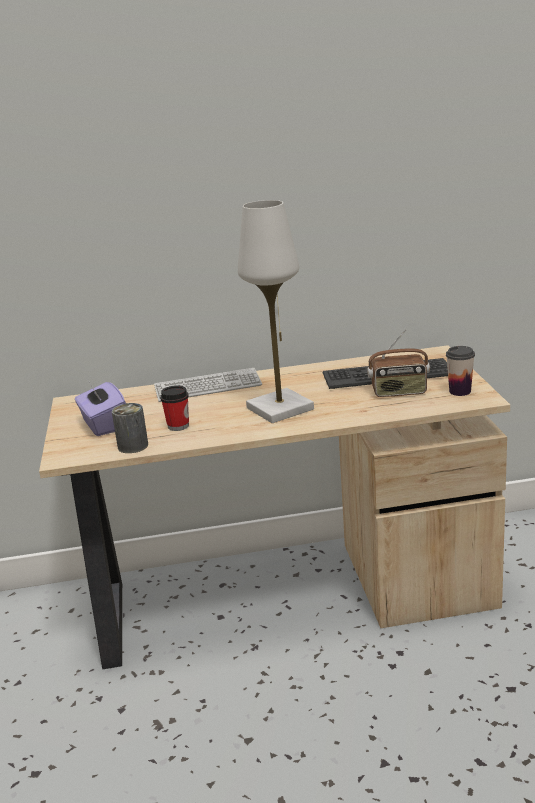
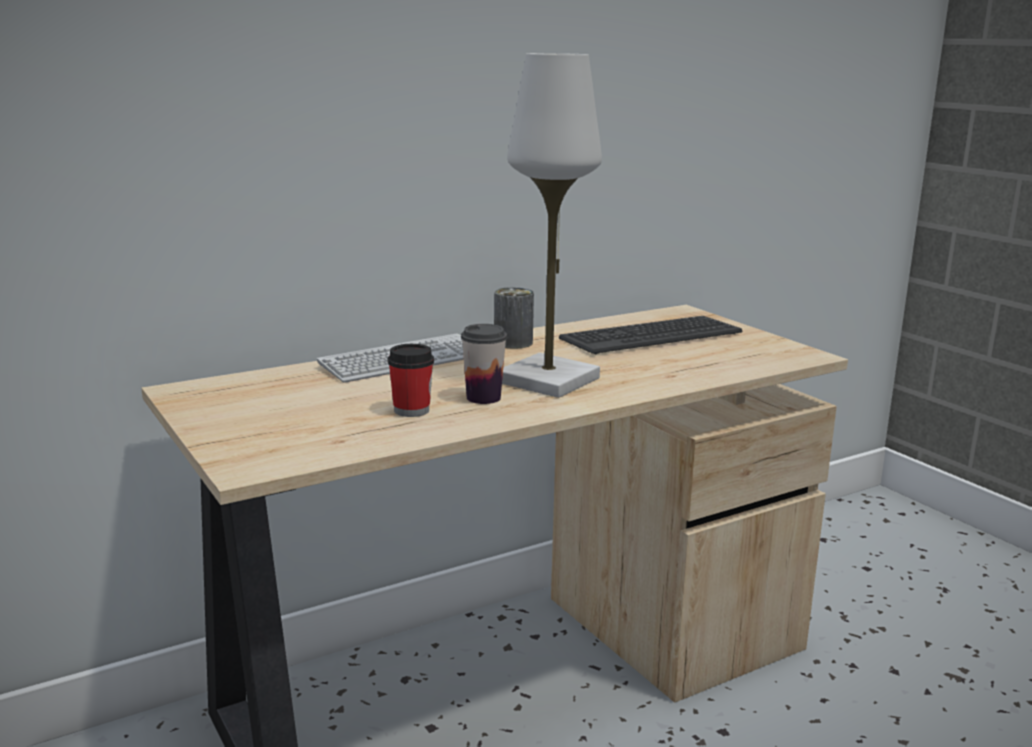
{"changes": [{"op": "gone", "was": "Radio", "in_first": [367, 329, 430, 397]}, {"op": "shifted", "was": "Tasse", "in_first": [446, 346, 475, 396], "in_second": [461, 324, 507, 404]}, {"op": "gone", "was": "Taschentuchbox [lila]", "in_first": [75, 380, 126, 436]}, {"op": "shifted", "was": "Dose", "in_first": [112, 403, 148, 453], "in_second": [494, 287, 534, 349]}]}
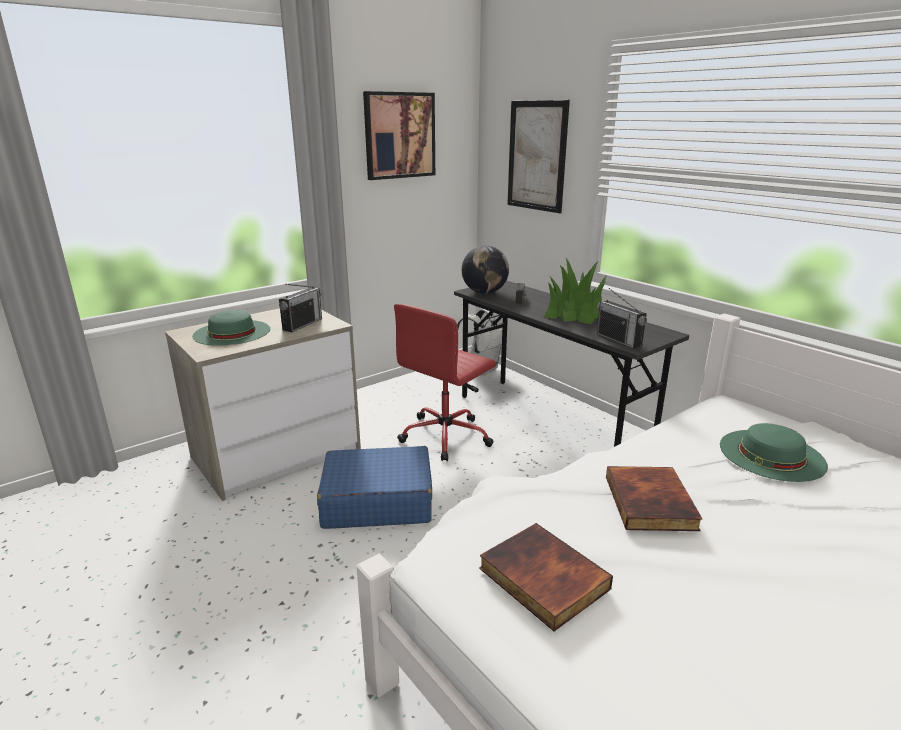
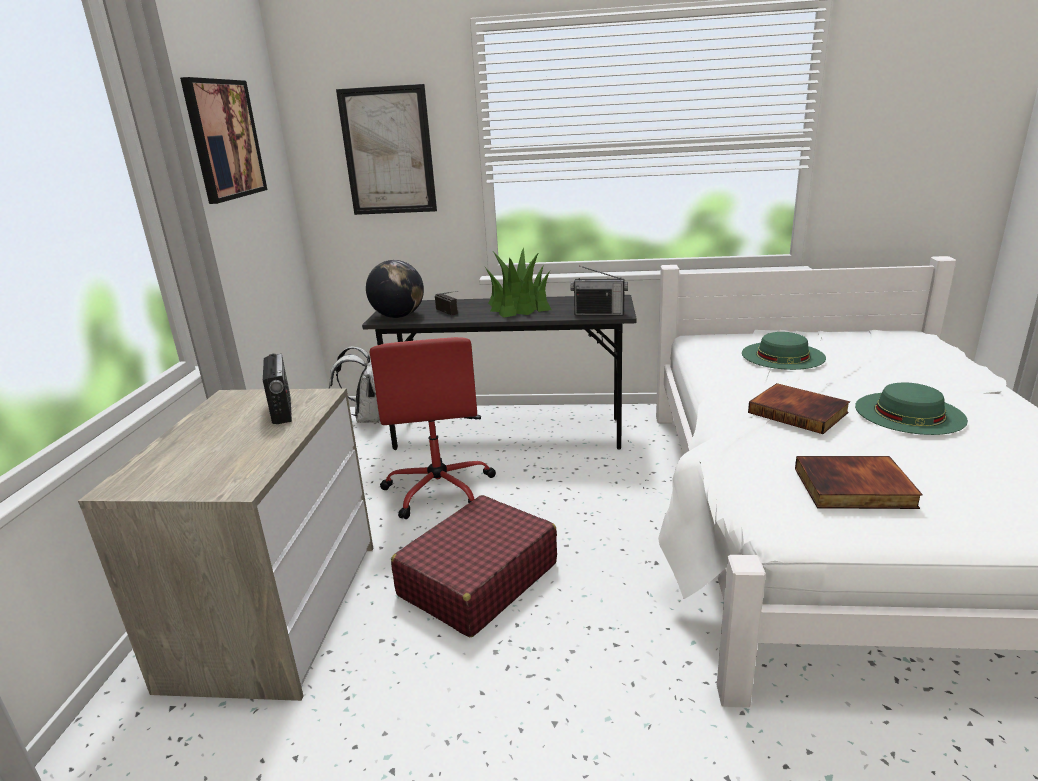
{"changes": [{"op": "shifted", "was": "Hut [grün]", "in_first": [192, 310, 270, 346], "in_second": [855, 382, 968, 435]}, {"op": "repainted", "was": "Koffer [blau]", "now": "Koffer [rot]", "in_first": [317, 446, 432, 529], "in_second": [391, 495, 557, 637]}]}
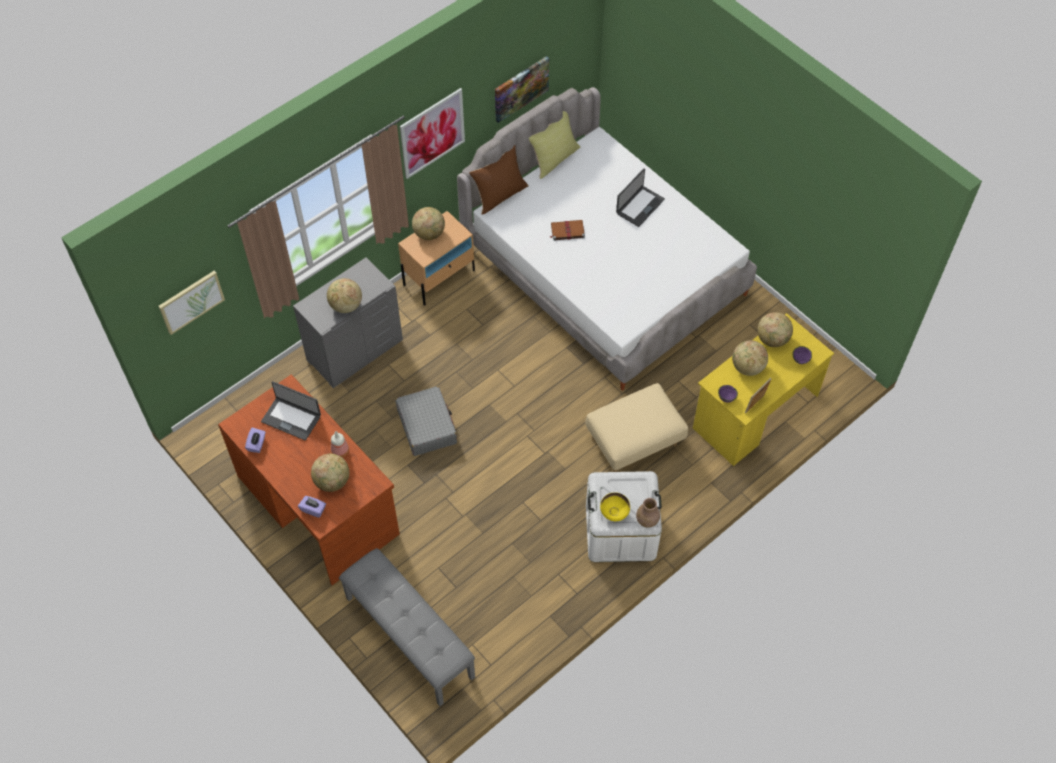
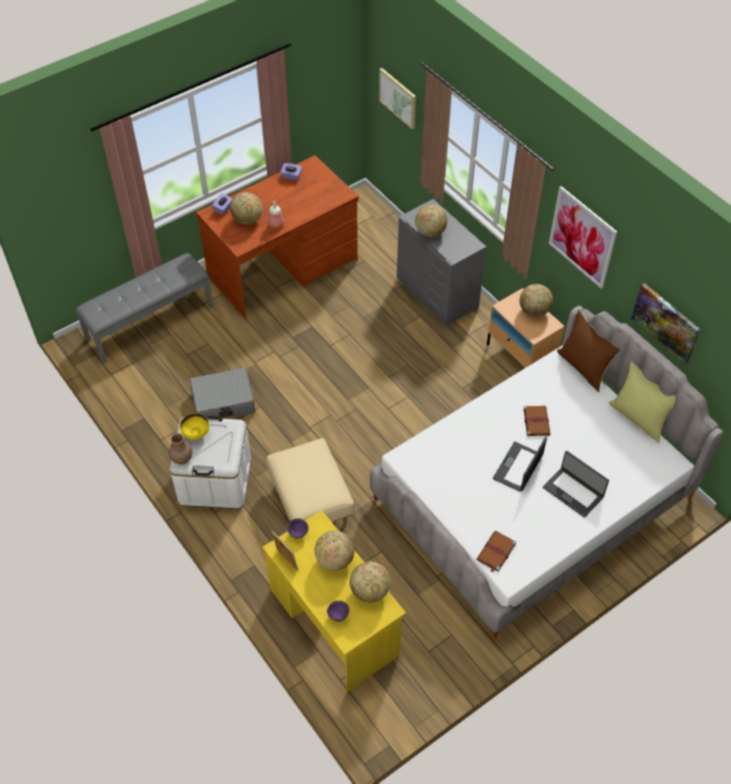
{"changes": [{"op": "shifted", "was": "Laptop", "in_first": [261, 381, 321, 441], "in_second": [493, 437, 547, 492]}, {"op": "shifted", "was": "Koffer [grau]", "in_first": [395, 386, 457, 456], "in_second": [190, 368, 255, 420]}, {"op": "new", "now": "Buch [braun]", "in_second": [477, 531, 516, 573]}]}
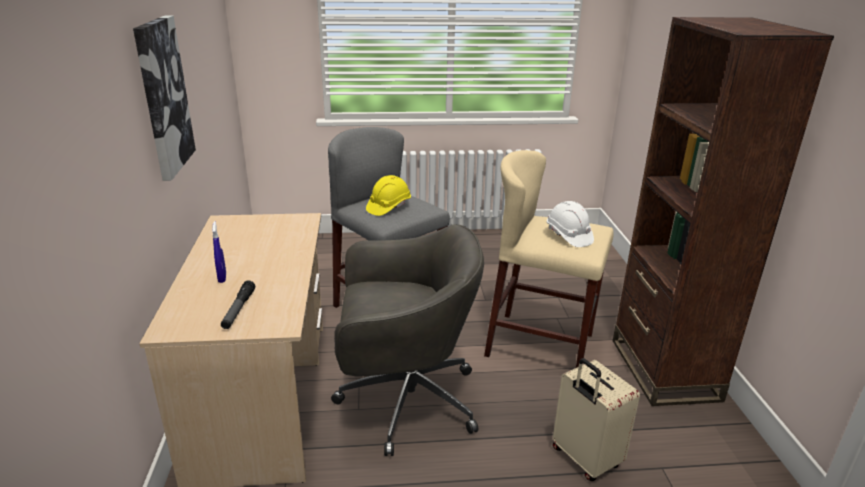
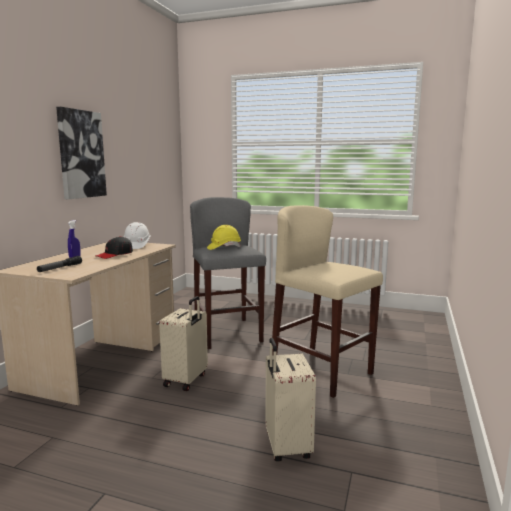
{"changes": [{"op": "gone", "was": "Bücherregal [braun]", "in_first": [613, 17, 834, 406]}, {"op": "shifted", "was": "Schutzhelm [weiß]", "in_first": [547, 201, 594, 247], "in_second": [124, 222, 151, 249]}, {"op": "swapped", "was": "Bürostuhl [grau]", "now": "Koffer [beige]", "in_first": [331, 224, 484, 456], "in_second": [159, 296, 208, 391]}, {"op": "new", "now": "Kappe [schwarz]", "in_second": [95, 236, 133, 259]}]}
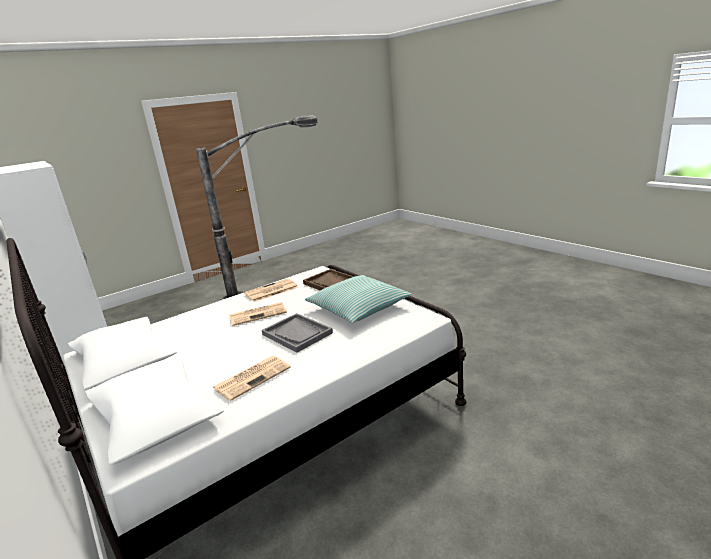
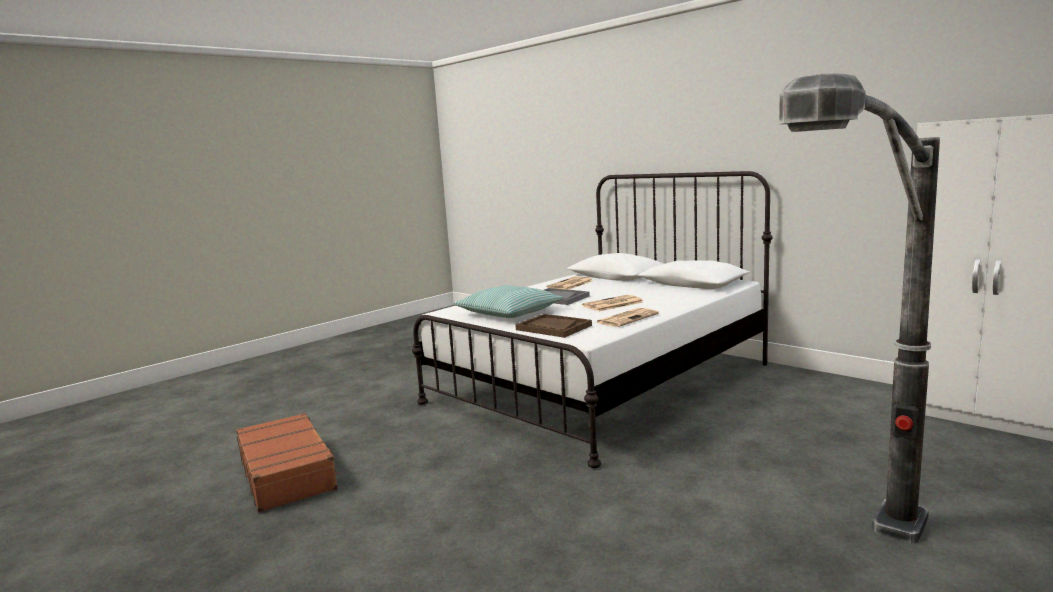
{"changes": [{"op": "new", "now": "Koffer [braun]", "in_second": [236, 413, 340, 512]}]}
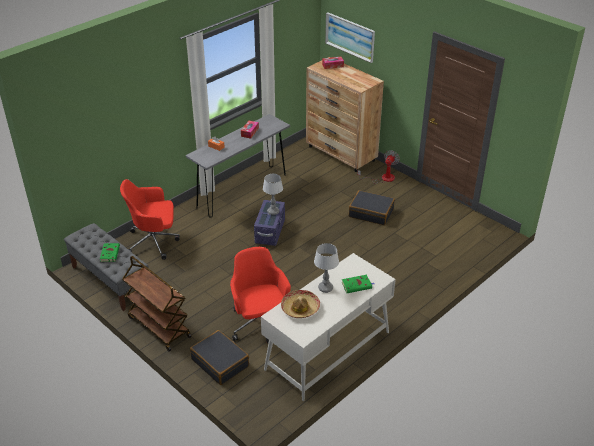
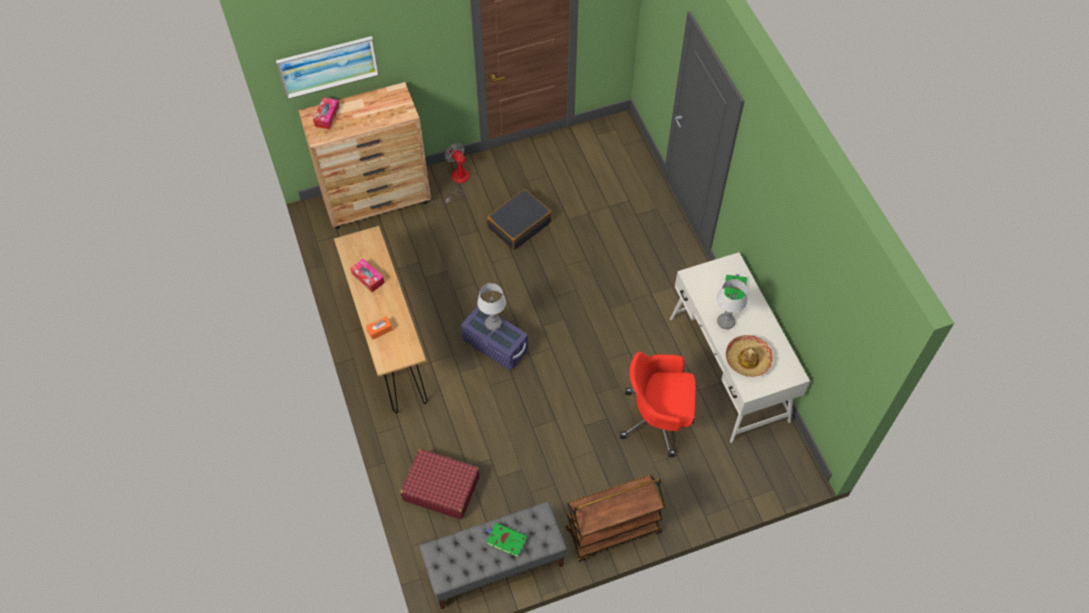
{"changes": [{"op": "repainted", "was": "Konsolentisch [grau]", "now": "Konsolentisch [braun]", "in_first": [186, 114, 290, 218], "in_second": [334, 226, 427, 413]}, {"op": "swapped", "was": "Bürostuhl [rot]", "now": "Koffer [rot]", "in_first": [120, 179, 180, 260], "in_second": [400, 449, 480, 519]}, {"op": "gone", "was": "Koffer [schwarz]", "in_first": [190, 330, 249, 385]}]}
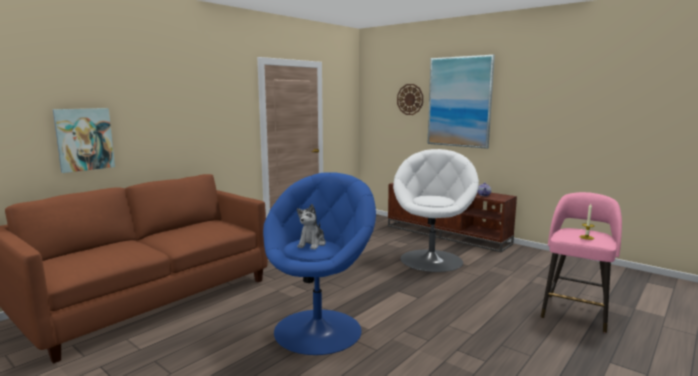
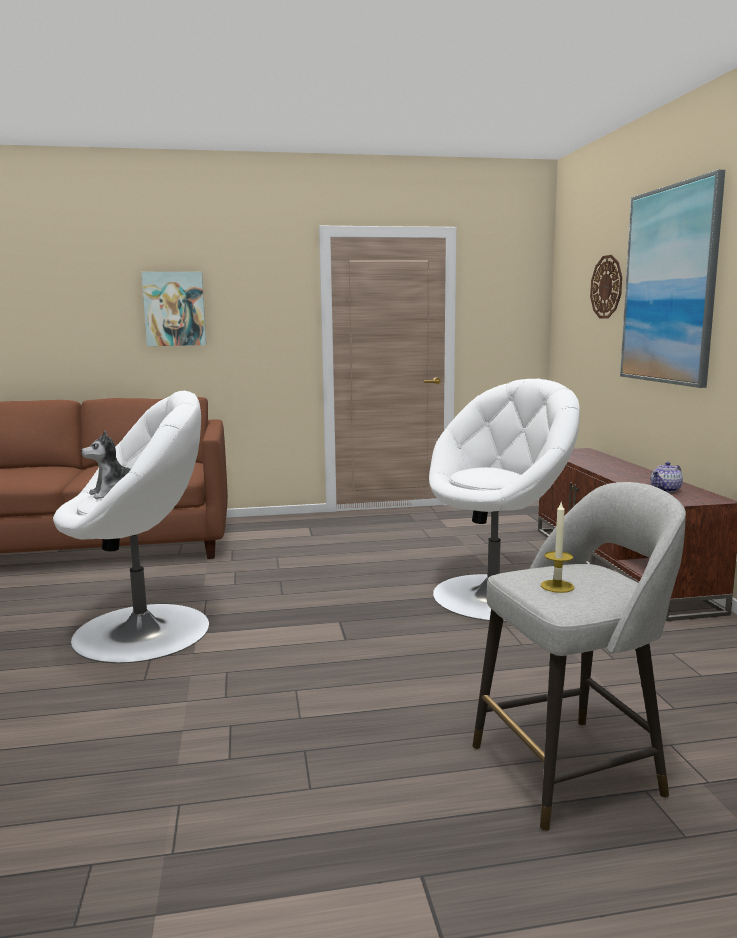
{"changes": [{"op": "shifted", "was": "Bild", "in_first": [53, 108, 115, 173], "in_second": [141, 272, 206, 346]}, {"op": "repainted", "was": "Sessel [blau]", "now": "Sessel [weiß]", "in_first": [263, 172, 376, 355], "in_second": [53, 391, 209, 663]}, {"op": "repainted", "was": "Hocker [rosa]", "now": "Hocker [grau]", "in_first": [541, 192, 622, 333], "in_second": [472, 482, 686, 831]}]}
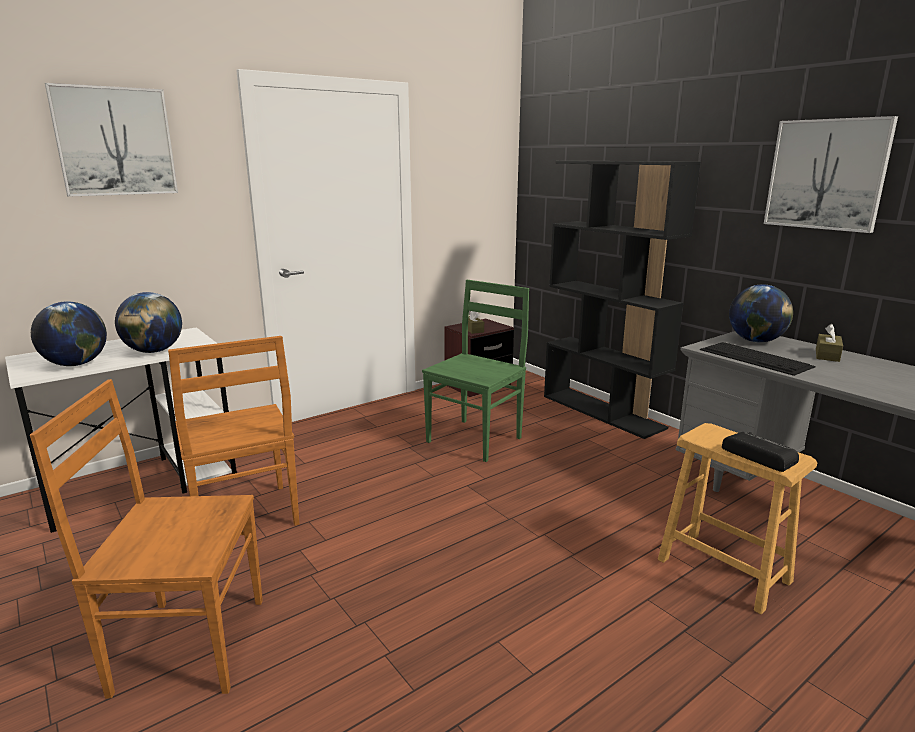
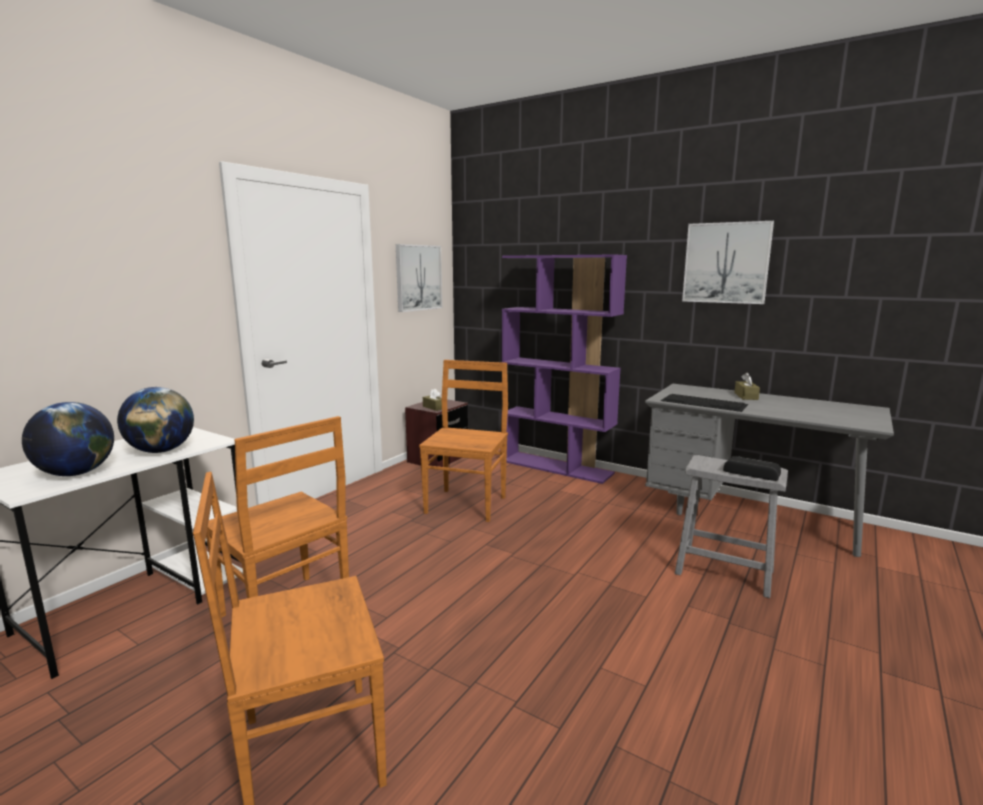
{"changes": [{"op": "shifted", "was": "Bild", "in_first": [45, 83, 178, 197], "in_second": [396, 244, 442, 312]}, {"op": "repainted", "was": "Bücherregal [schwarz]", "now": "Bücherregal [lila]", "in_first": [544, 161, 701, 439], "in_second": [501, 255, 627, 484]}, {"op": "repainted", "was": "Stuhl [grün]", "now": "Stuhl [braun]", "in_first": [422, 280, 529, 462], "in_second": [419, 360, 508, 522]}, {"op": "gone", "was": "Globus", "in_first": [729, 284, 793, 343]}, {"op": "repainted", "was": "Hocker [braun]", "now": "Hocker [grau]", "in_first": [658, 423, 817, 614], "in_second": [675, 455, 788, 598]}]}
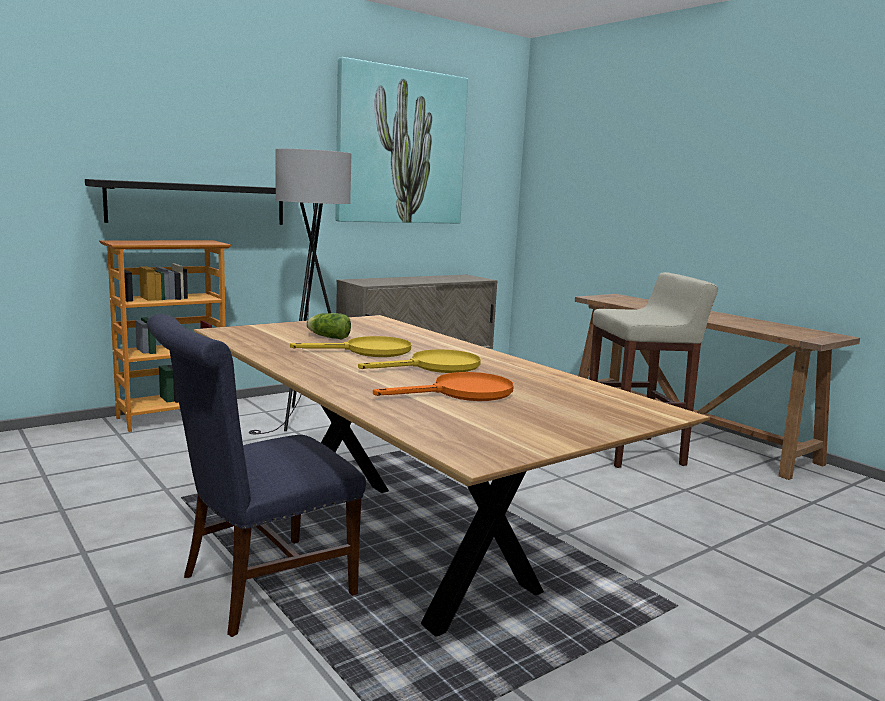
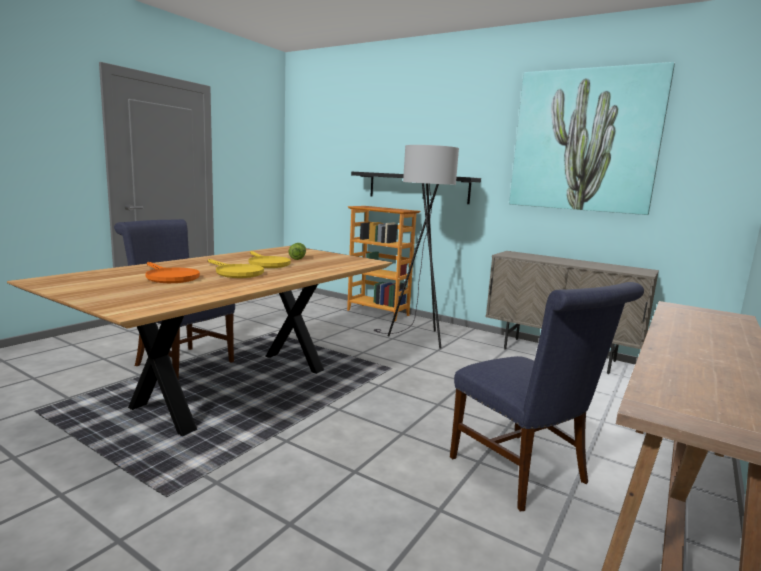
{"changes": [{"op": "swapped", "was": "Hocker [beige]", "now": "Stuhl [blau]", "in_first": [589, 272, 718, 468], "in_second": [450, 282, 644, 512]}]}
